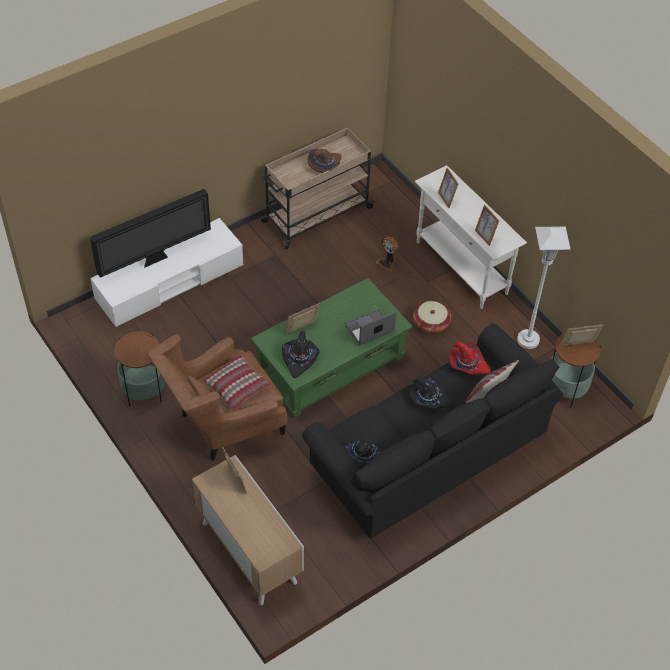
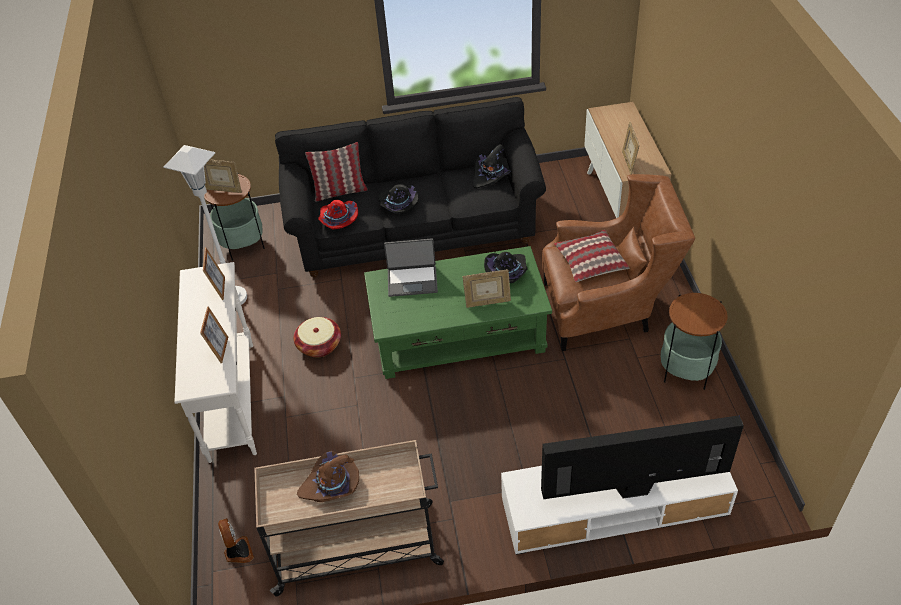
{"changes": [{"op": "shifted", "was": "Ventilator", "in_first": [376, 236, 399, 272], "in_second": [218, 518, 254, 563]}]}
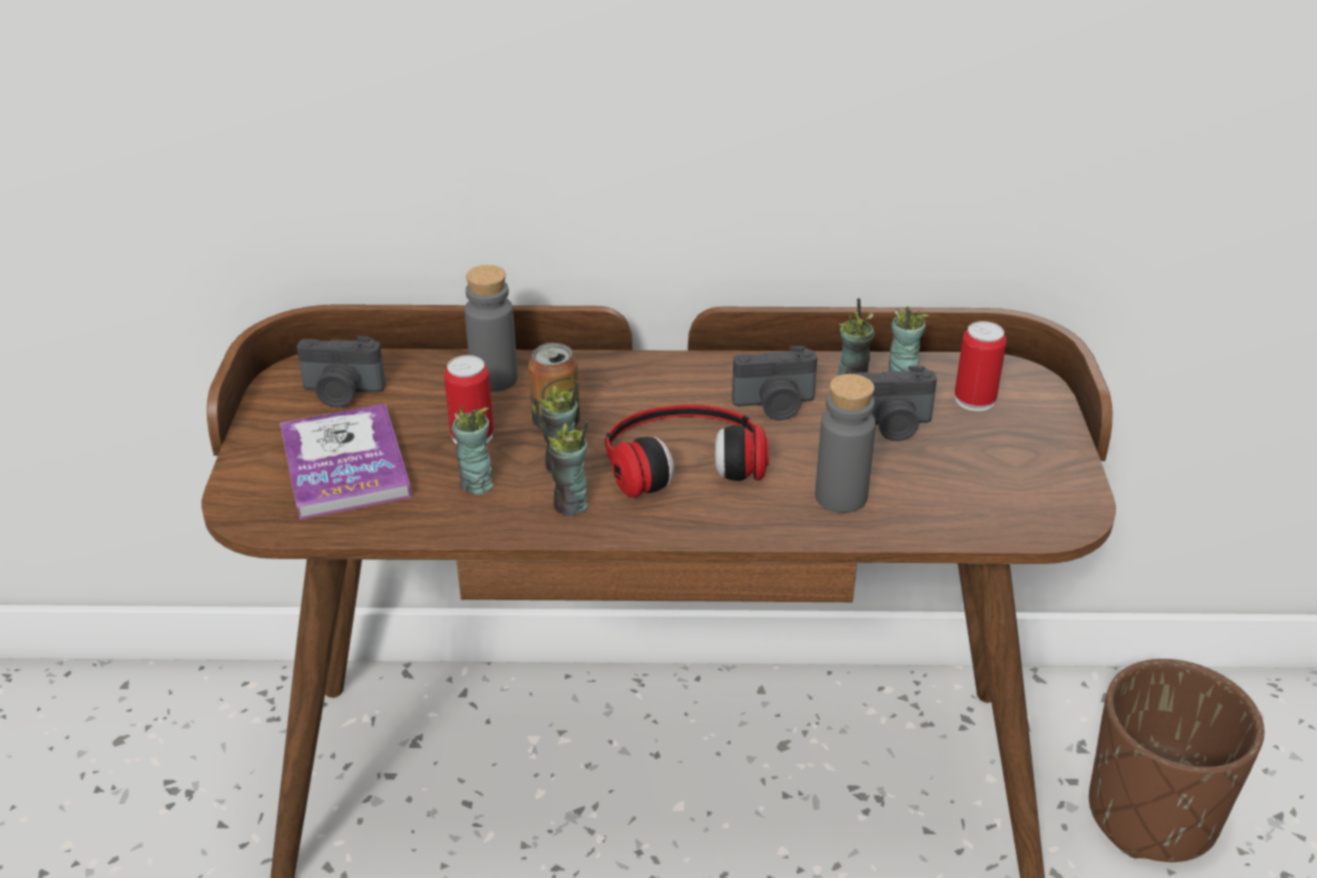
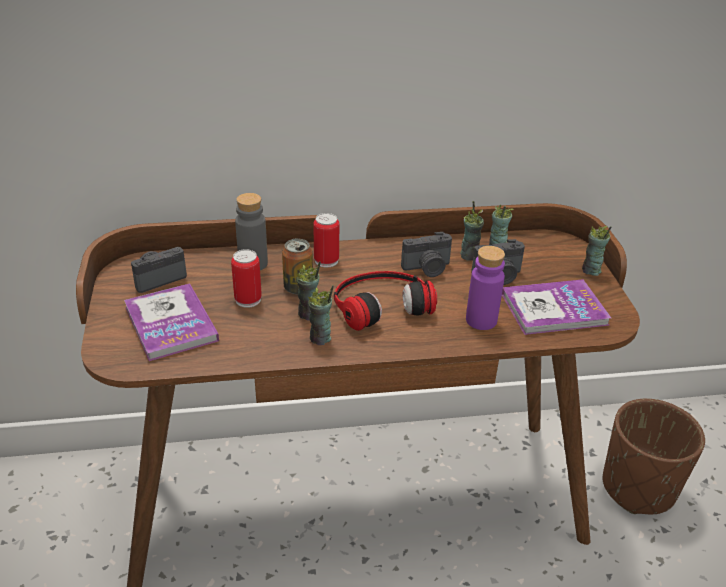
{"changes": [{"op": "shifted", "was": "Dose", "in_first": [955, 321, 1007, 412], "in_second": [313, 213, 339, 268]}, {"op": "rotated", "was": "Kamera", "in_first": [296, 336, 386, 408], "in_second": [131, 247, 187, 293], "clockwise": 150}, {"op": "repainted", "was": "Flasche [grau]", "now": "Flasche [lila]", "in_first": [815, 374, 876, 513], "in_second": [466, 246, 505, 330]}, {"op": "shifted", "was": "Tasse", "in_first": [452, 405, 494, 495], "in_second": [582, 226, 612, 276]}, {"op": "new", "now": "Buch", "in_second": [502, 279, 611, 335]}]}
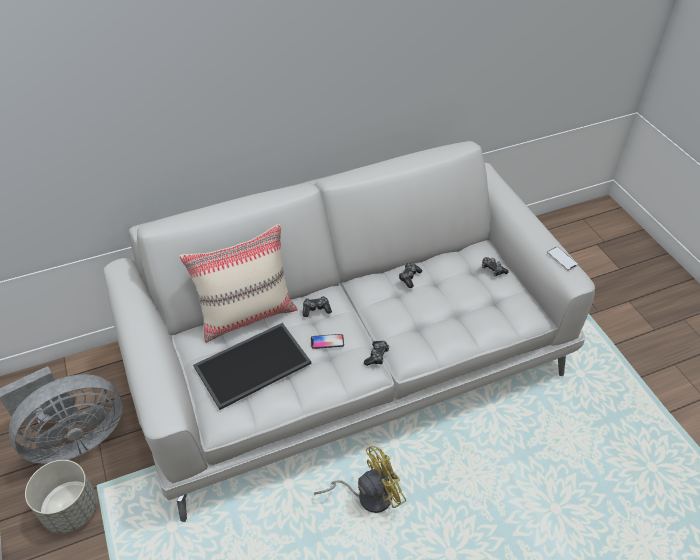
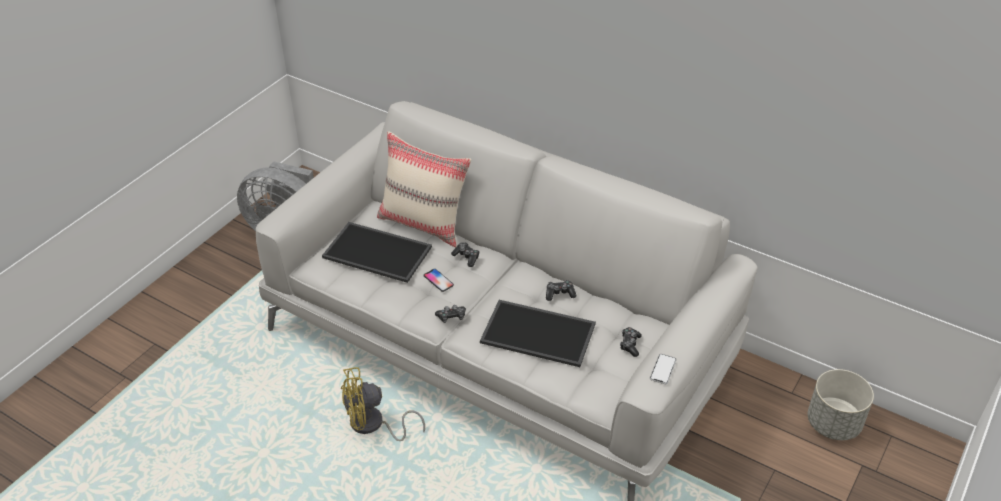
{"changes": [{"op": "rotated", "was": "Ventilator [gelb]", "in_first": [314, 446, 406, 513], "in_second": [341, 367, 425, 441], "clockwise": 135}, {"op": "shifted", "was": "Pflanzkübel [grau]", "in_first": [25, 460, 97, 533], "in_second": [808, 369, 874, 440]}, {"op": "new", "now": "Tablett", "in_second": [480, 300, 596, 367]}]}
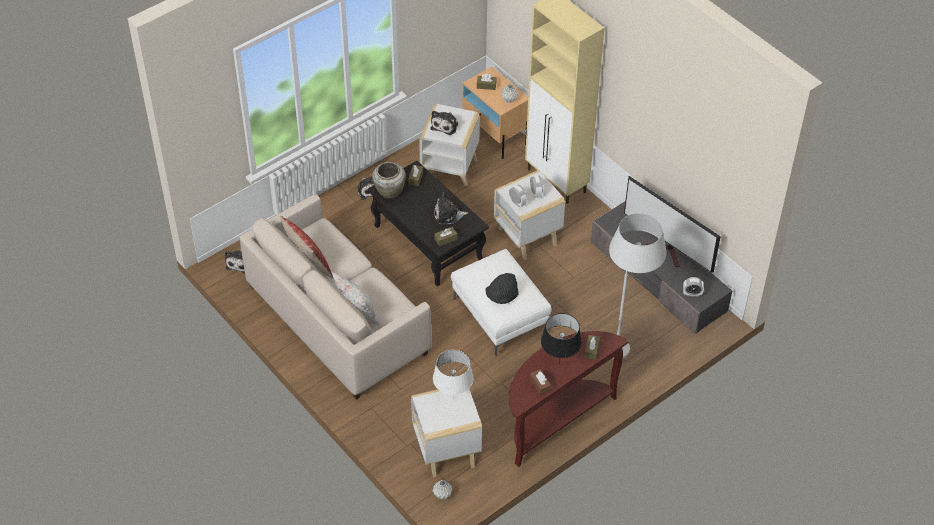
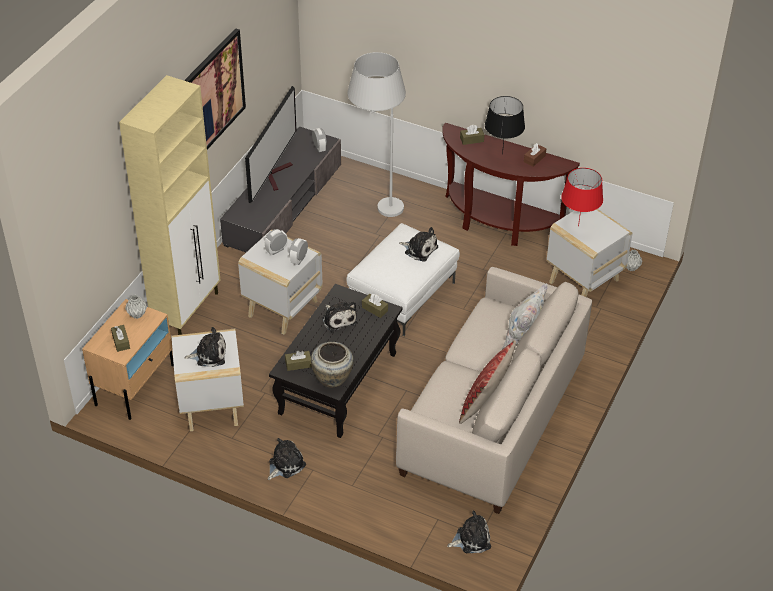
{"changes": [{"op": "swapped", "was": "Hut [schwarz]", "now": "Plüschtier", "in_first": [486, 273, 519, 304], "in_second": [399, 227, 438, 262]}, {"op": "repainted", "was": "Tischlampe [weiß]", "now": "Tischlampe [rot]", "in_first": [433, 350, 474, 395], "in_second": [561, 168, 603, 227]}, {"op": "new", "now": "Bild", "in_second": [184, 28, 246, 150]}]}
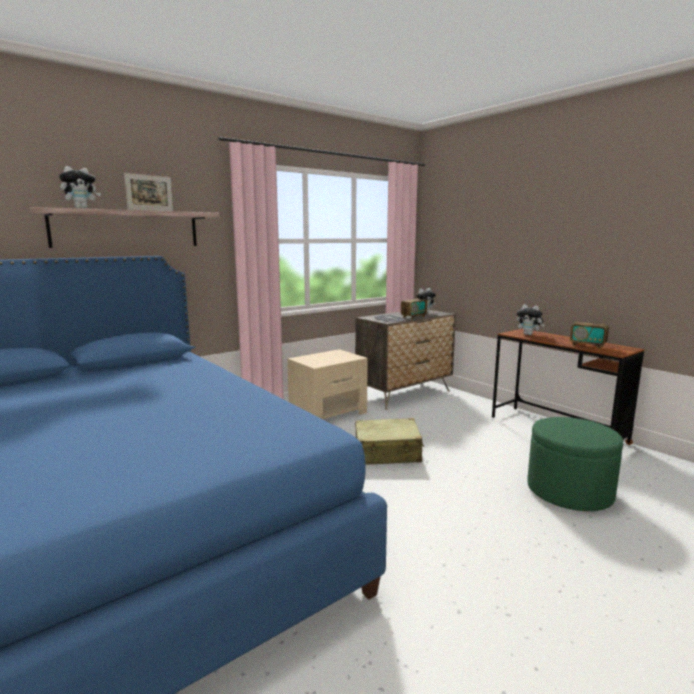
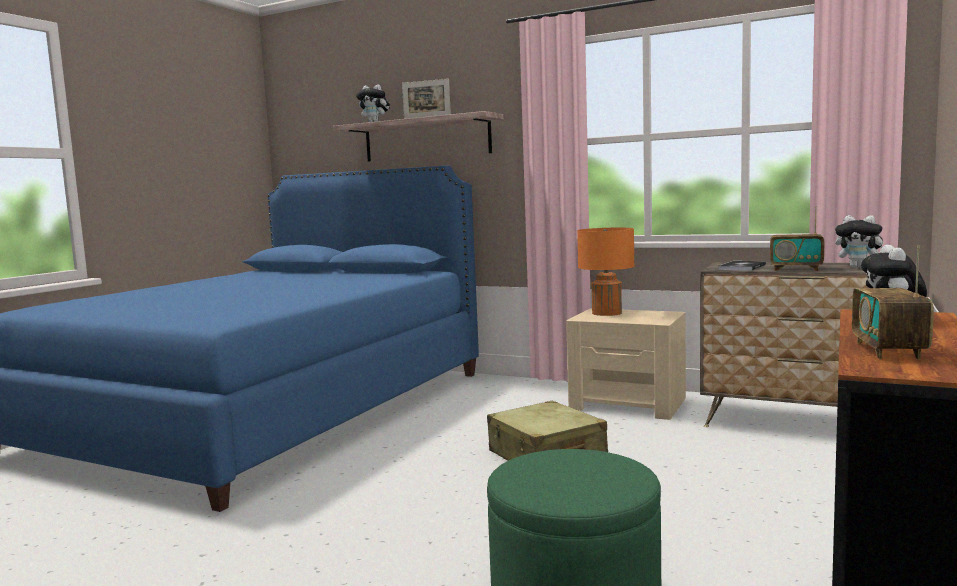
{"changes": [{"op": "new", "now": "Tischlampe [orange]", "in_second": [577, 228, 634, 316]}]}
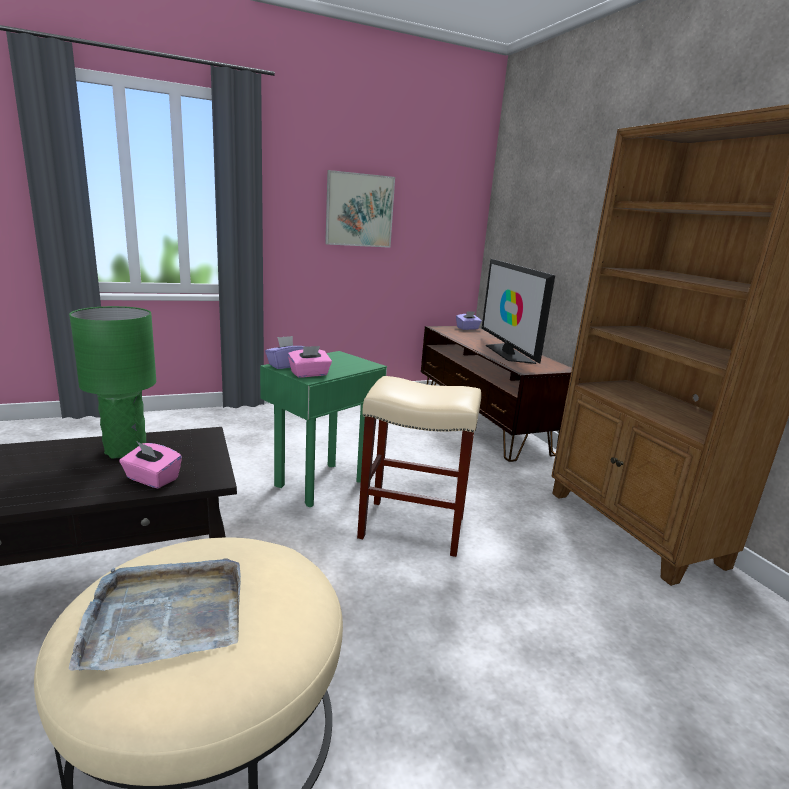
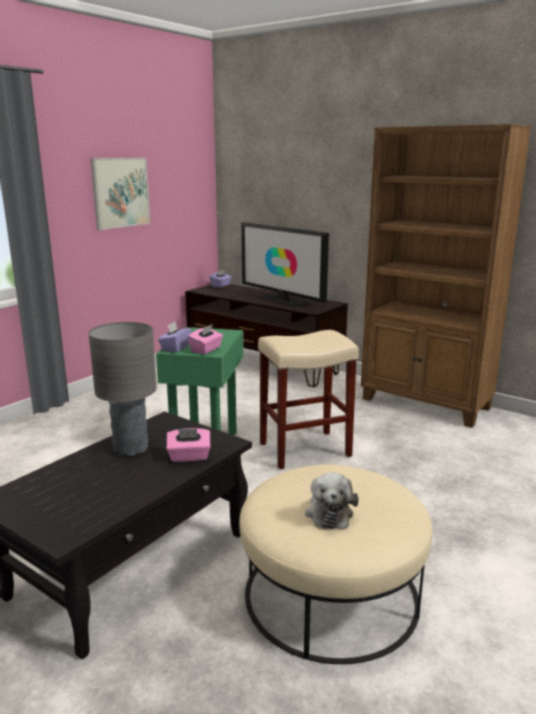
{"changes": [{"op": "repainted", "was": "Tischlampe [grün]", "now": "Tischlampe [grau]", "in_first": [69, 306, 156, 459], "in_second": [88, 322, 157, 456]}, {"op": "swapped", "was": "Tablett [grau]", "now": "Plüschtier", "in_first": [69, 559, 241, 671], "in_second": [305, 472, 359, 529]}]}
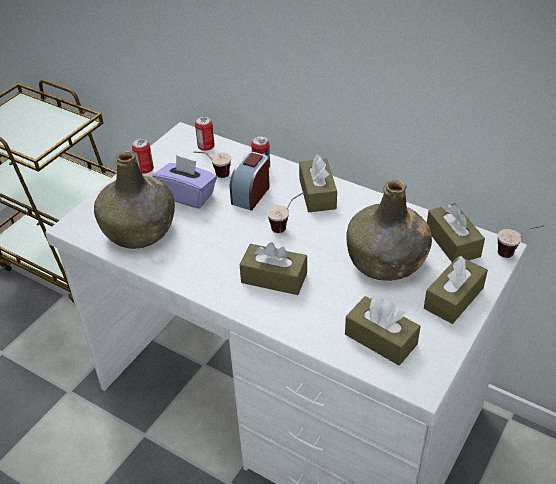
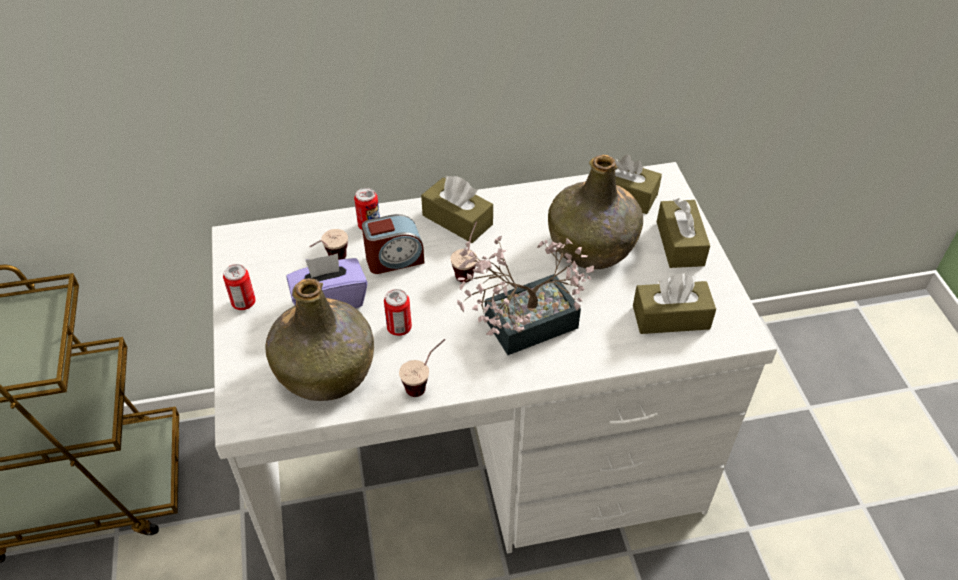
{"changes": [{"op": "shifted", "was": "Dose", "in_first": [195, 116, 215, 151], "in_second": [384, 289, 412, 336]}, {"op": "rotated", "was": "Wecker", "in_first": [230, 152, 270, 211], "in_second": [362, 214, 424, 274], "clockwise": -90}, {"op": "shifted", "was": "Tasse", "in_first": [498, 225, 544, 258], "in_second": [399, 339, 445, 397]}, {"op": "swapped", "was": "Taschentuchbox [braun]", "now": "Topfpflanze", "in_first": [240, 242, 307, 295], "in_second": [457, 236, 594, 355]}]}
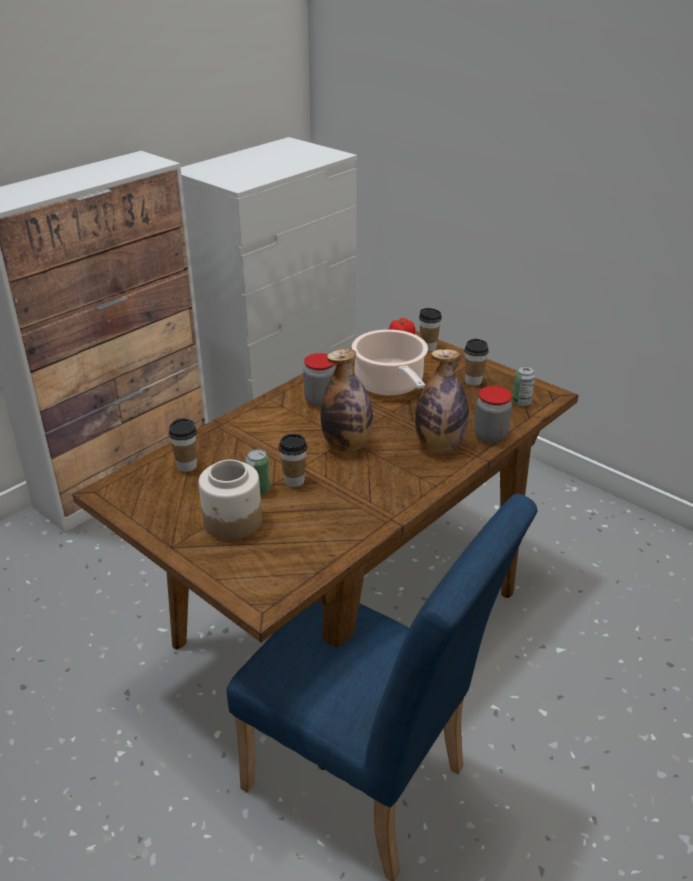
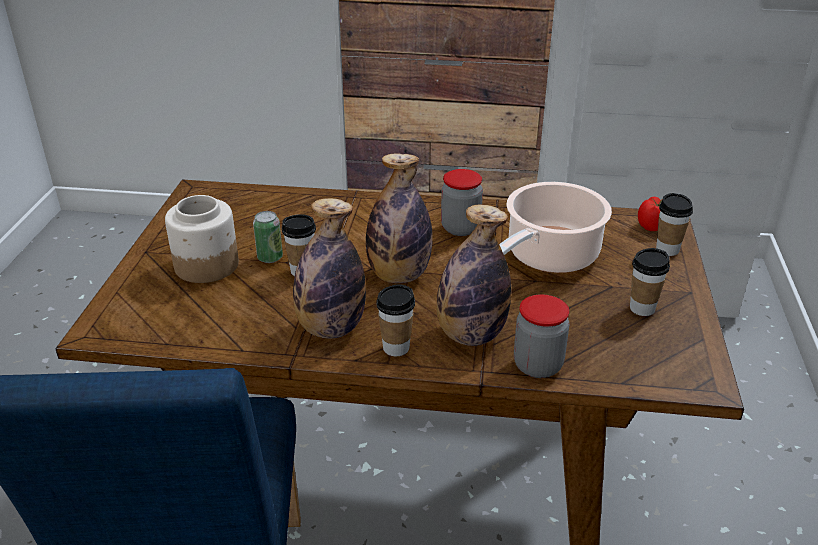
{"changes": [{"op": "gone", "was": "Dose", "in_first": [512, 366, 535, 406]}, {"op": "shifted", "was": "Tasse", "in_first": [168, 418, 197, 472], "in_second": [376, 284, 415, 356]}, {"op": "new", "now": "Flasche", "in_second": [293, 198, 366, 339]}]}
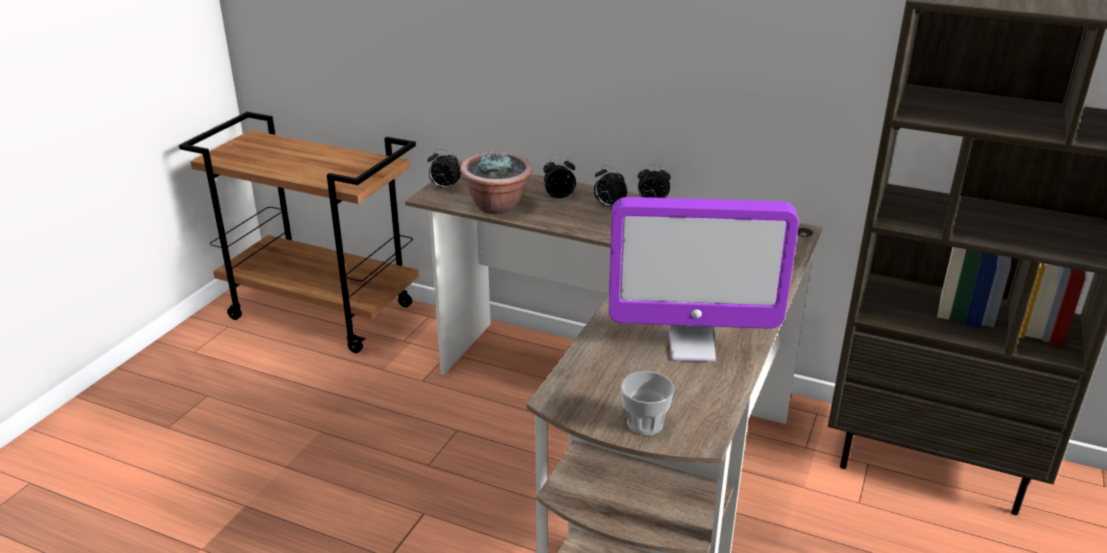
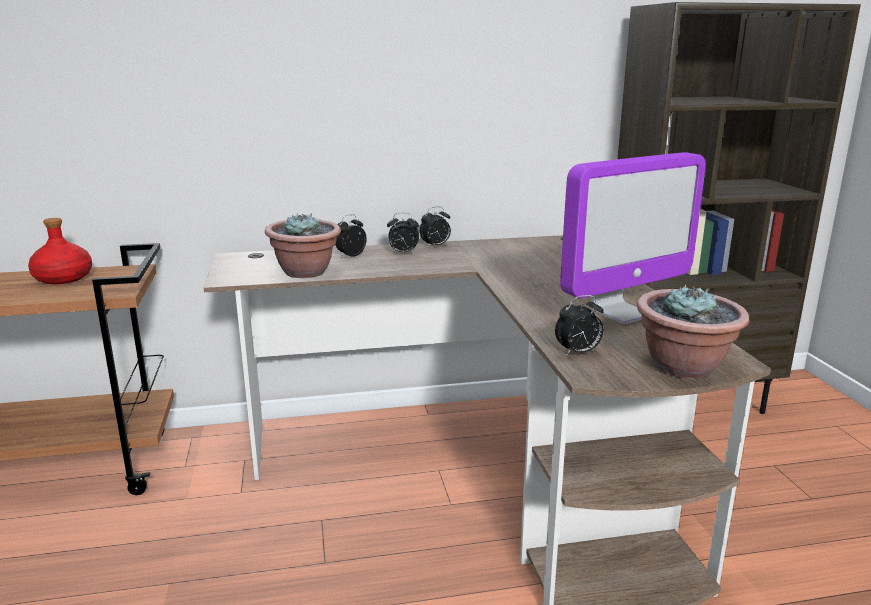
{"changes": [{"op": "shifted", "was": "Wecker", "in_first": [427, 149, 461, 189], "in_second": [555, 295, 604, 356]}, {"op": "swapped", "was": "Tasse", "now": "Topfpflanze", "in_first": [621, 371, 674, 435], "in_second": [637, 284, 749, 379]}, {"op": "new", "now": "Flasche [rot]", "in_second": [28, 218, 92, 284]}]}
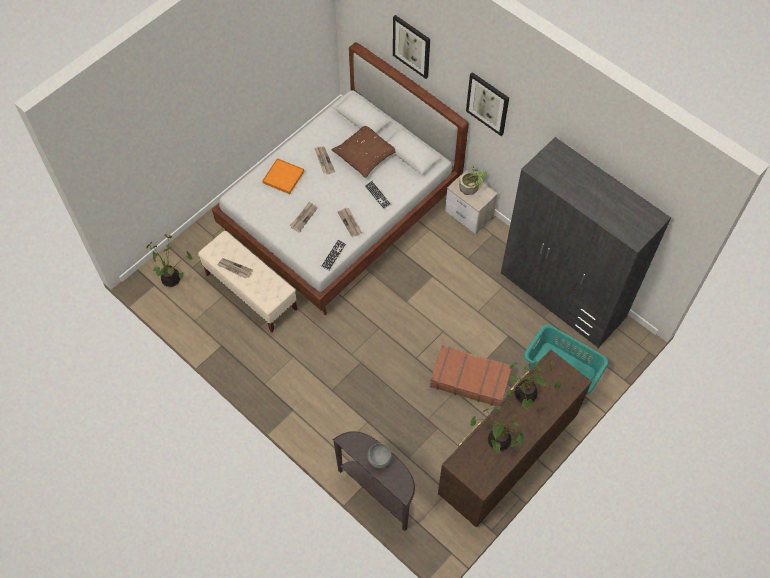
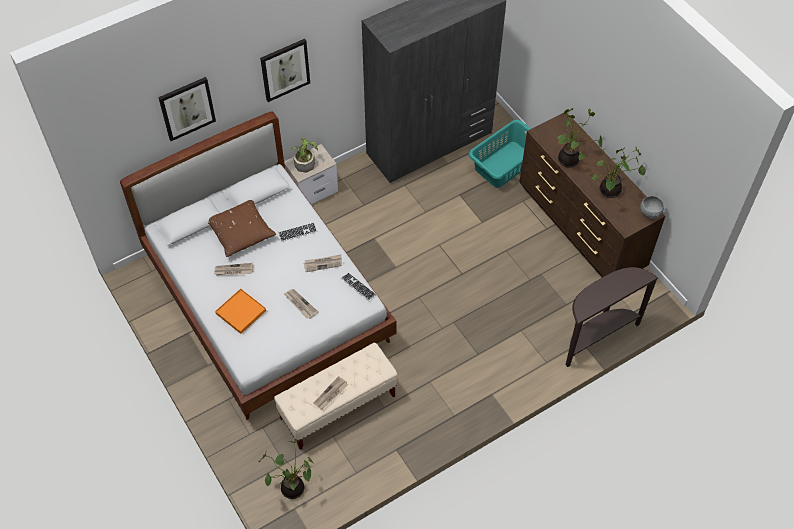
{"changes": [{"op": "gone", "was": "Koffer [braun]", "in_first": [430, 345, 512, 406]}, {"op": "shifted", "was": "Schüssel [grau]", "in_first": [367, 443, 392, 468], "in_second": [640, 196, 664, 219]}]}
